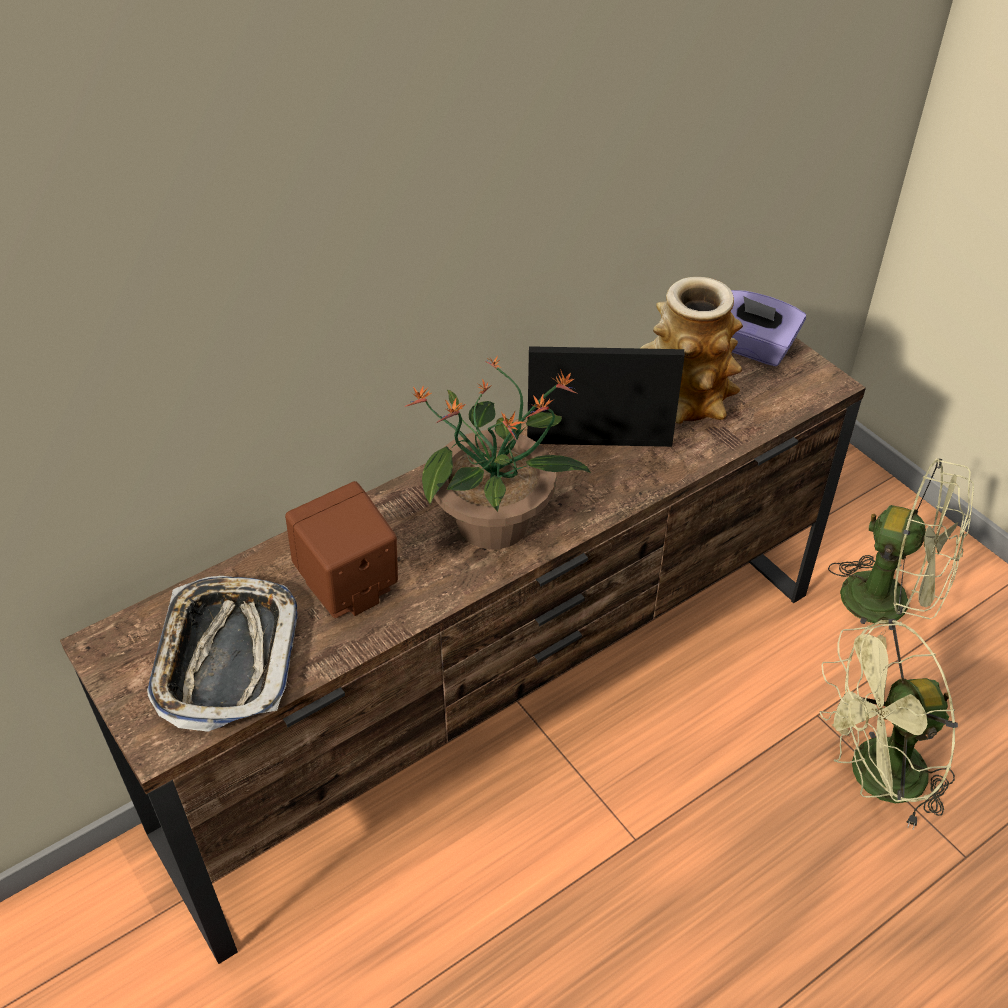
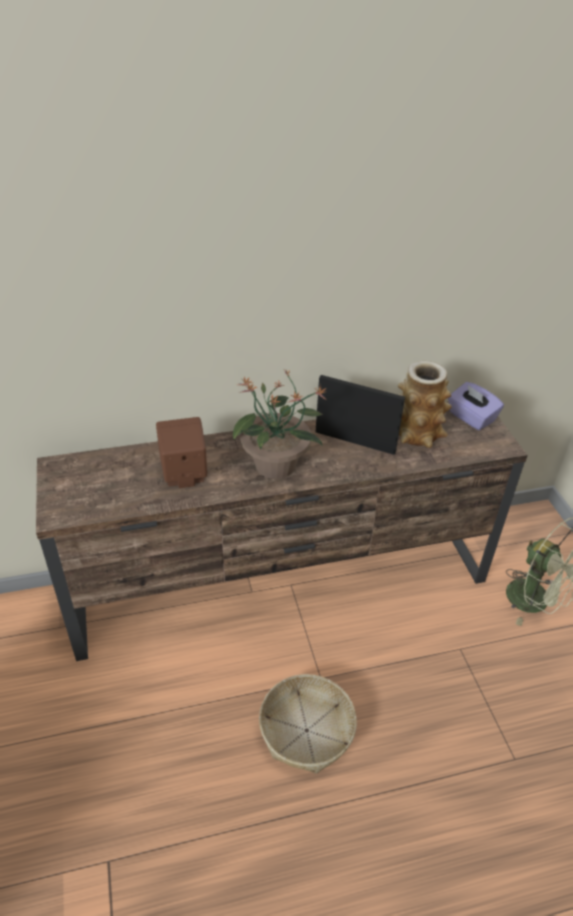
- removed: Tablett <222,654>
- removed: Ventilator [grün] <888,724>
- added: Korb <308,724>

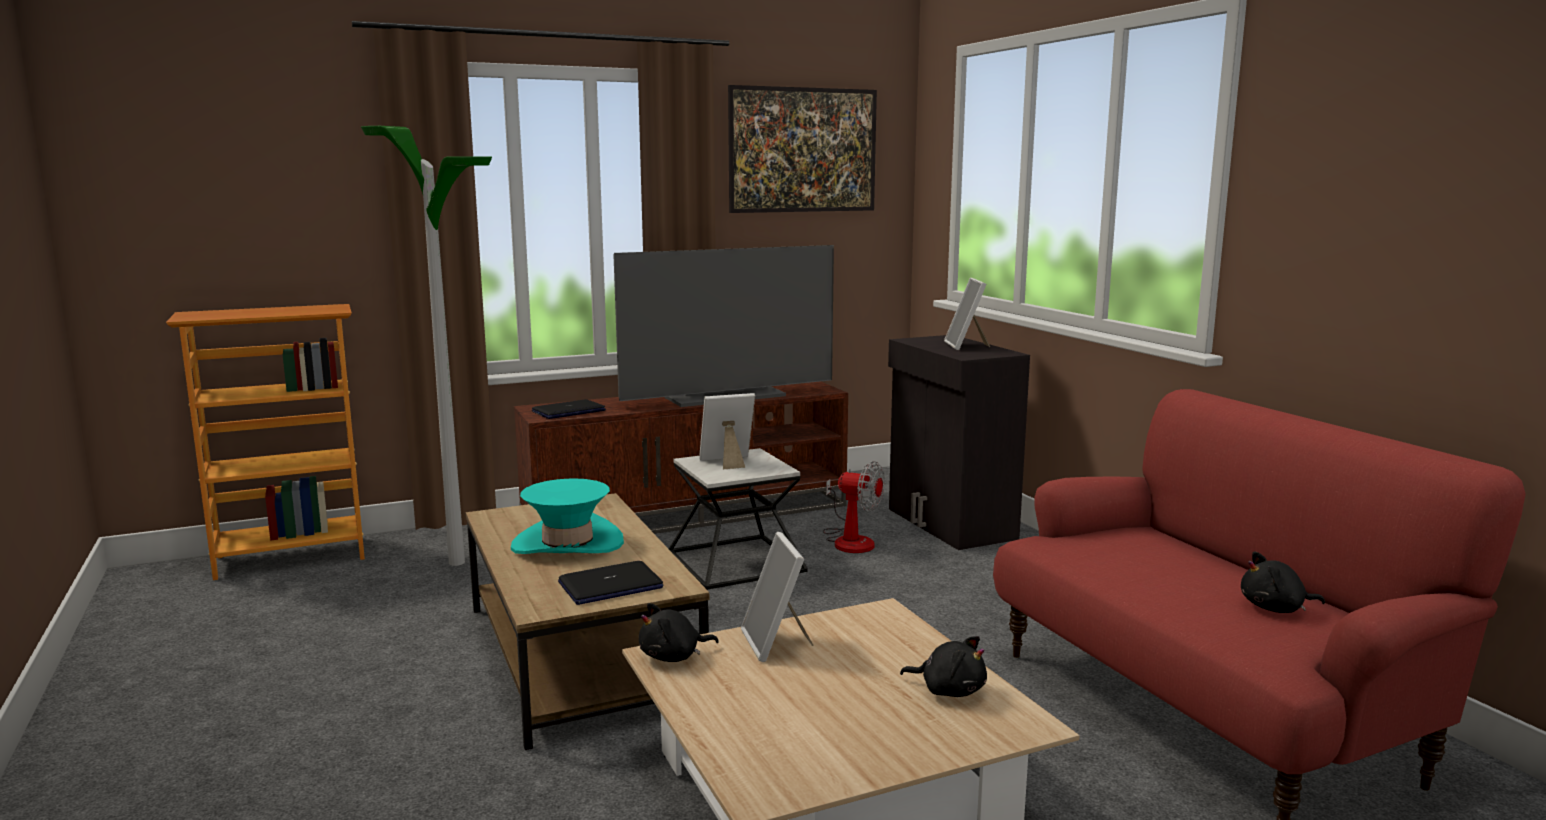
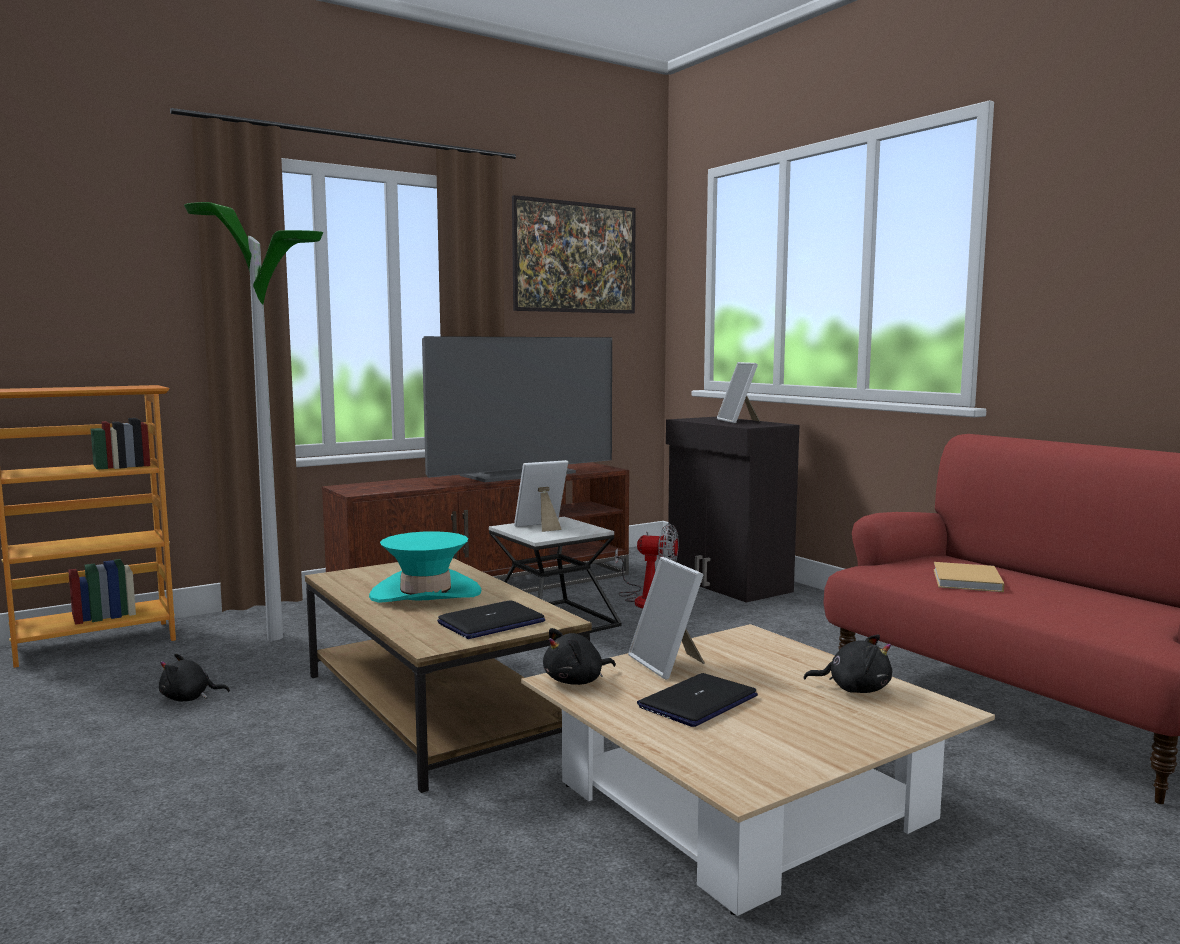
- moved: Laptop <569,409> to <697,700>
- moved: Plüschtier [schwarz] <1283,582> to <194,677>
- added: Buch [beige] <969,577>

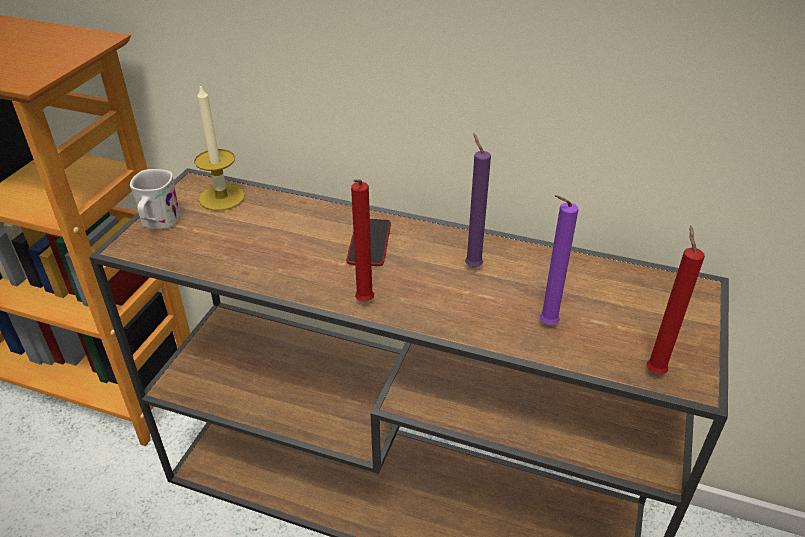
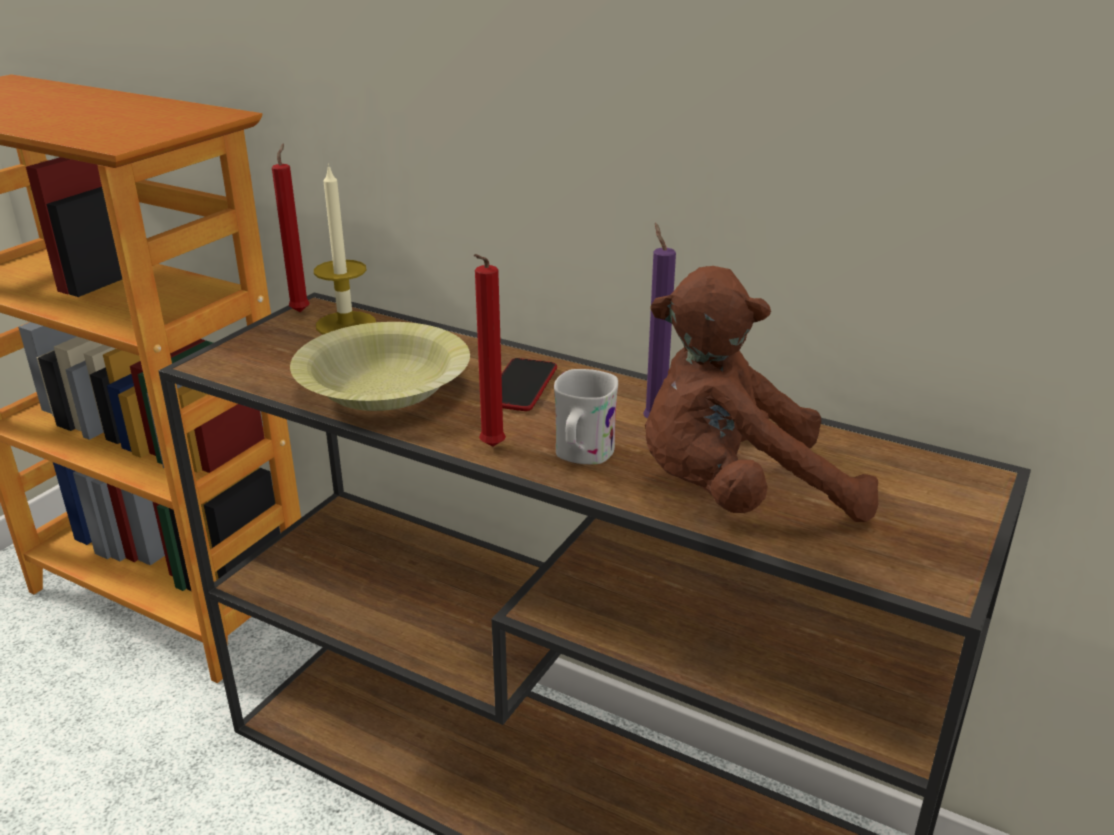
- moved: Henkelbecher [weiß] <155,199> to <586,416>
- replaced: Kerze [lila] <559,260> to Plüschtier [braun] <761,394>
- moved: Kerze [rot] <676,299> to <291,228>
- added: Schüssel [gelb] <380,366>

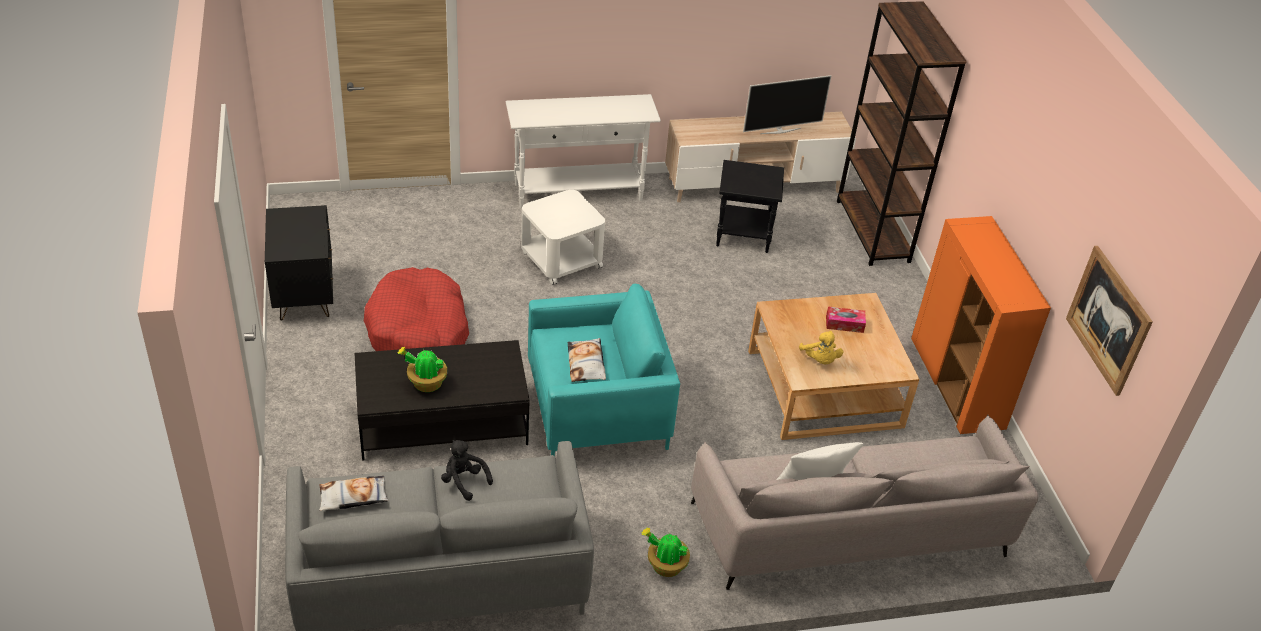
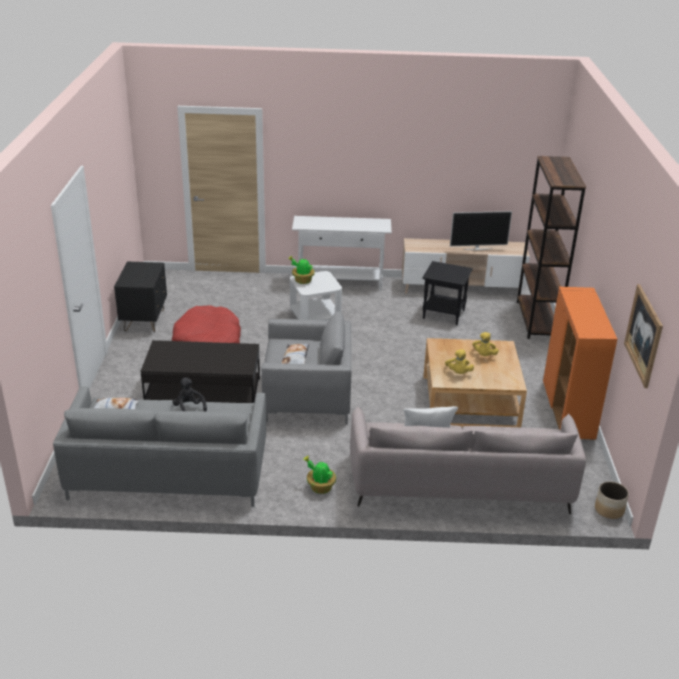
- recoloured: Sessel [türkis] <604,370> to Sessel [grau] <306,368>
- replaced: Taschentuchbox <846,320> to Plüschtier [gelb] <485,344>
- moved: Topfpflanze <422,369> to <301,270>
- added: Pflanzkübel <612,500>

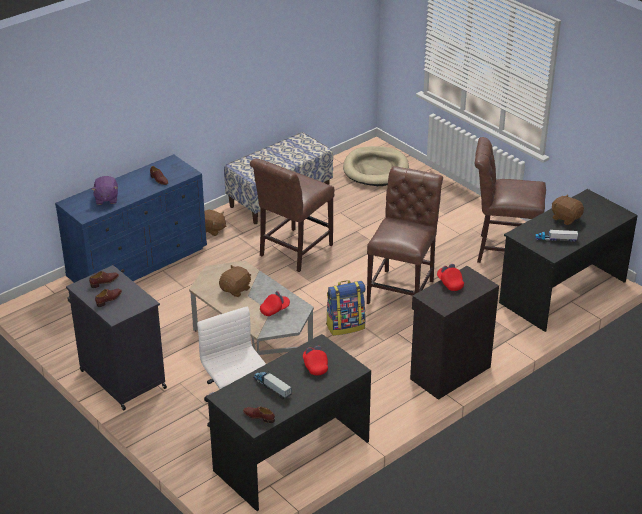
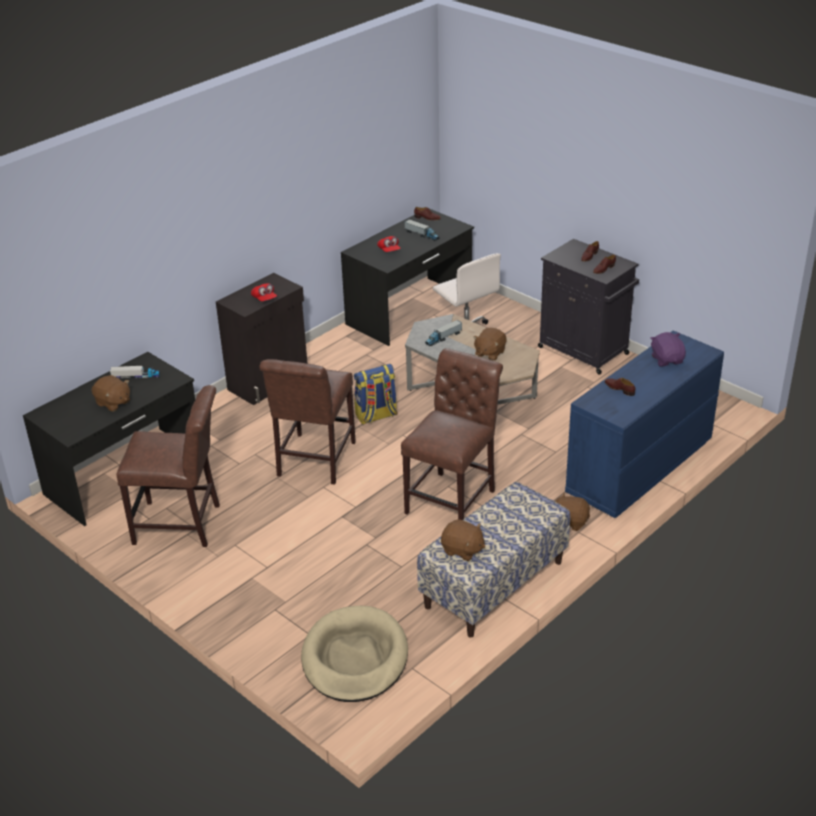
- replaced: Kappe [rot] <275,303> to Spielzeuglaster <443,333>
- added: Plüschtier [braun] <463,540>

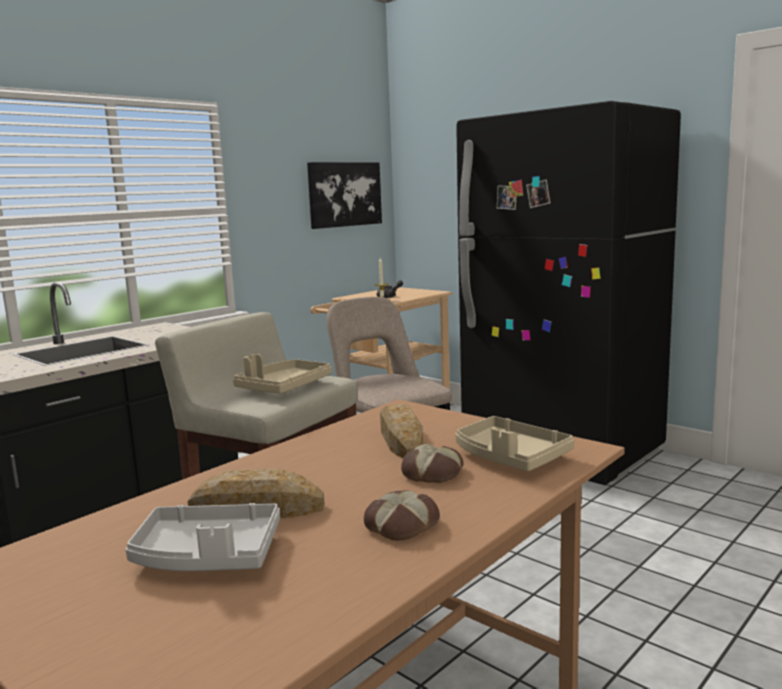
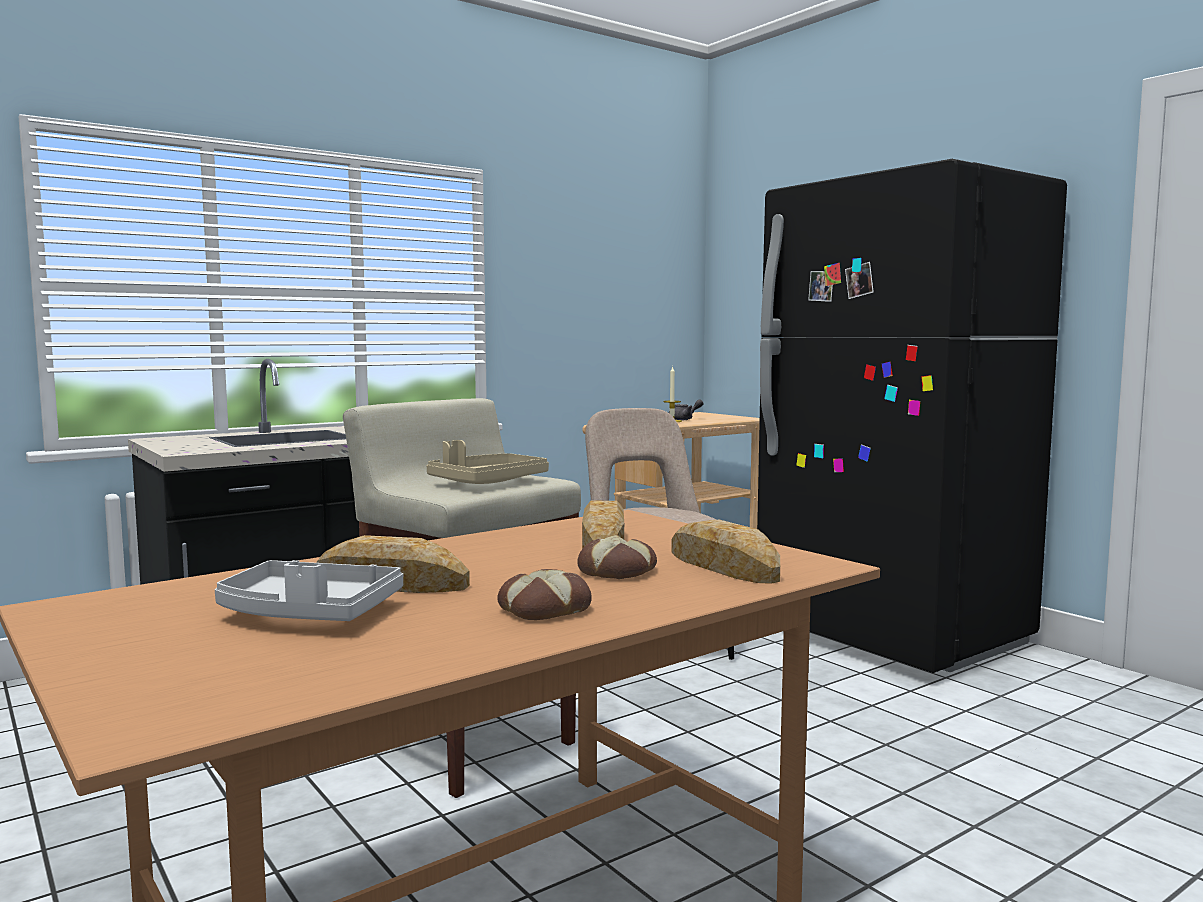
- removed: Bild <344,195>
- replaced: Tablett [beige] <515,443> to Brot <725,552>

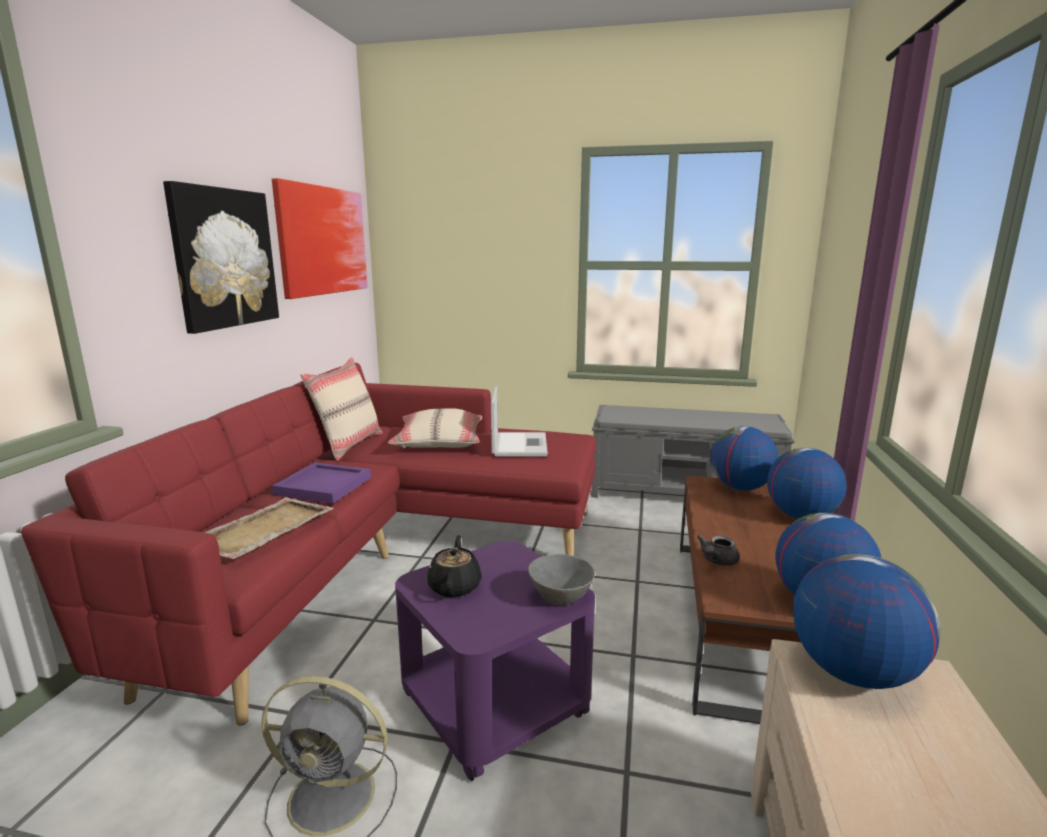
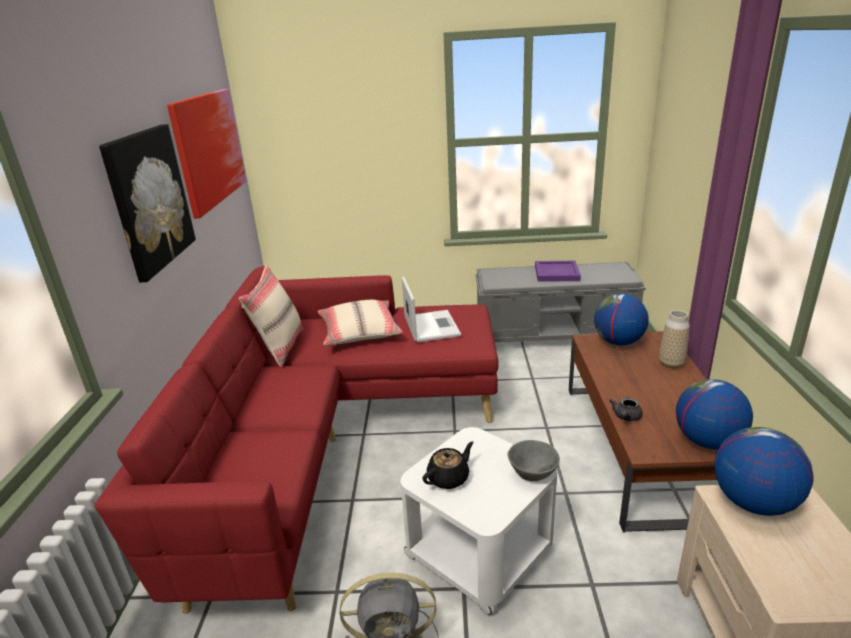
- replaced: Globus <807,483> to Vase <674,339>
- moved: Tablett [lila] <321,482> to <558,271>
- removed: Tablett [beige] <269,528>
- turned: Teekanne [schwarz] <454,566> = <448,465> 60 degrees clockwise
- recoloured: Beistelltisch [lila] <495,661> to Beistelltisch [weiß] <479,521>

